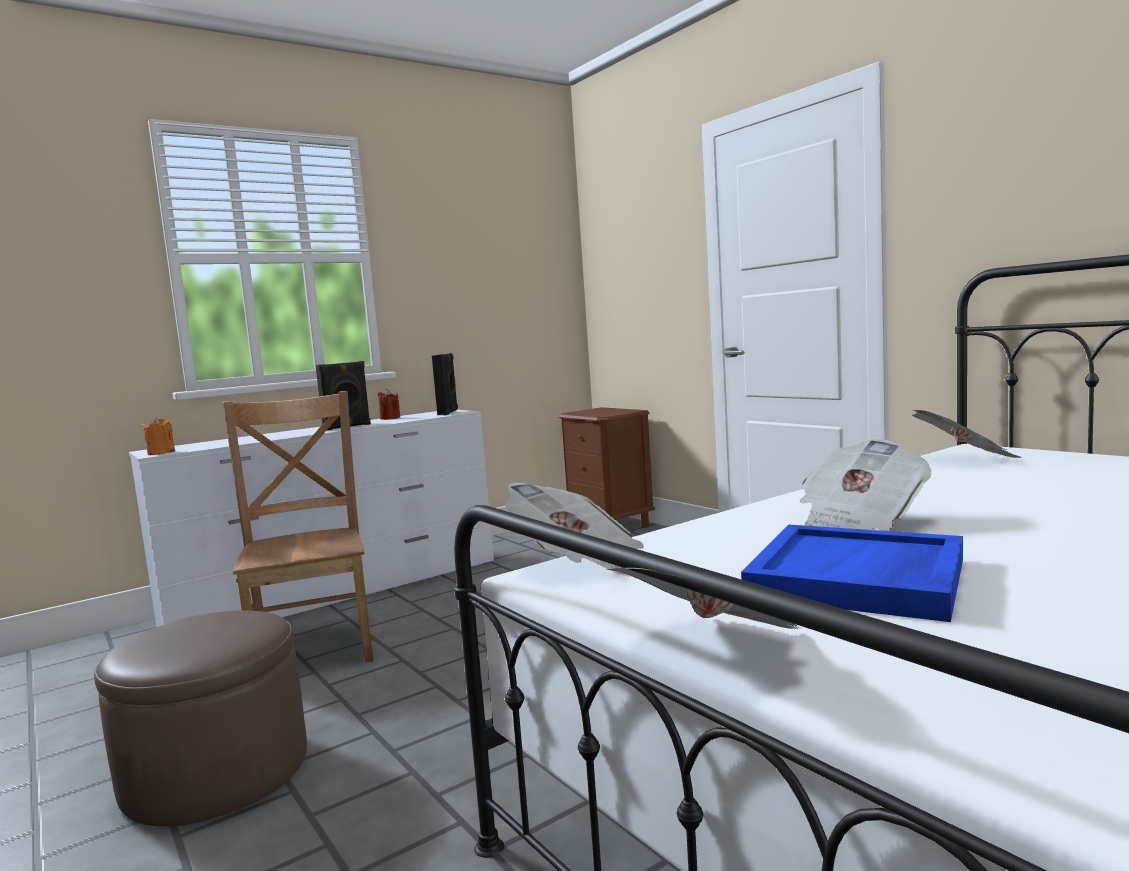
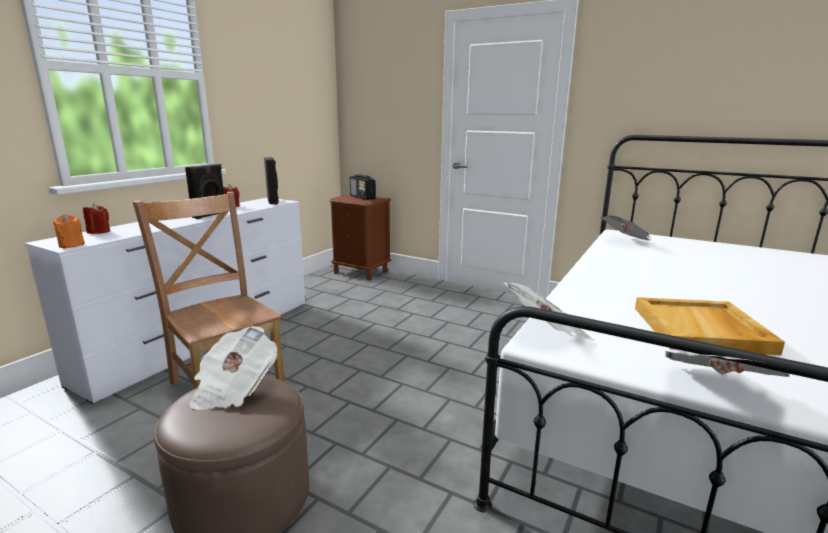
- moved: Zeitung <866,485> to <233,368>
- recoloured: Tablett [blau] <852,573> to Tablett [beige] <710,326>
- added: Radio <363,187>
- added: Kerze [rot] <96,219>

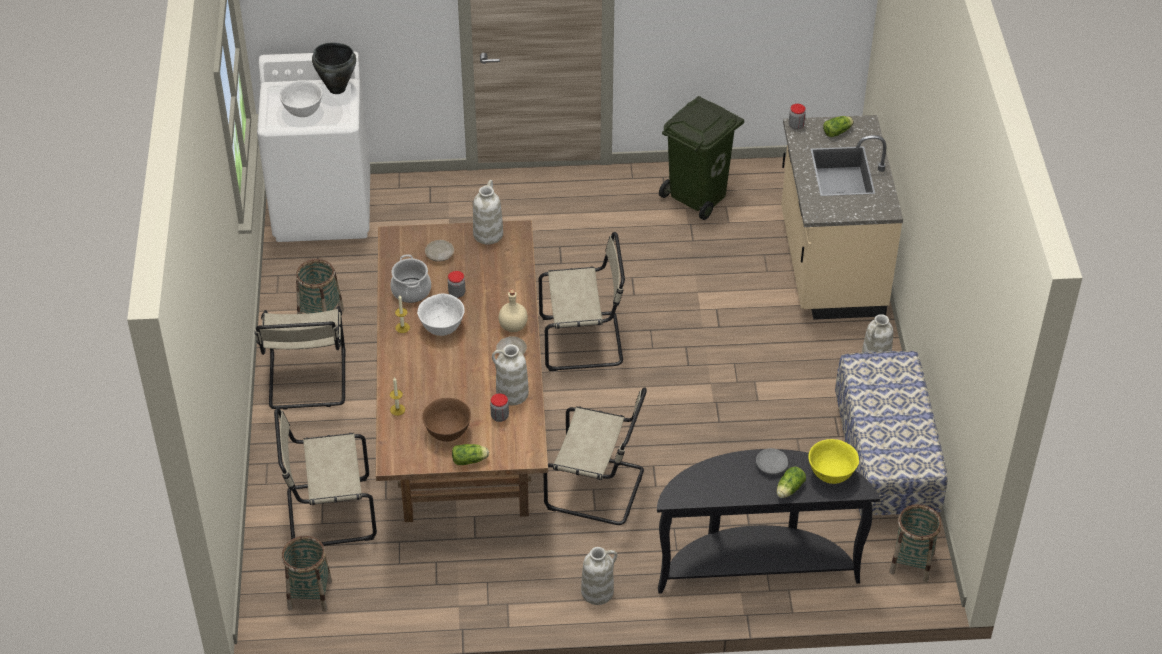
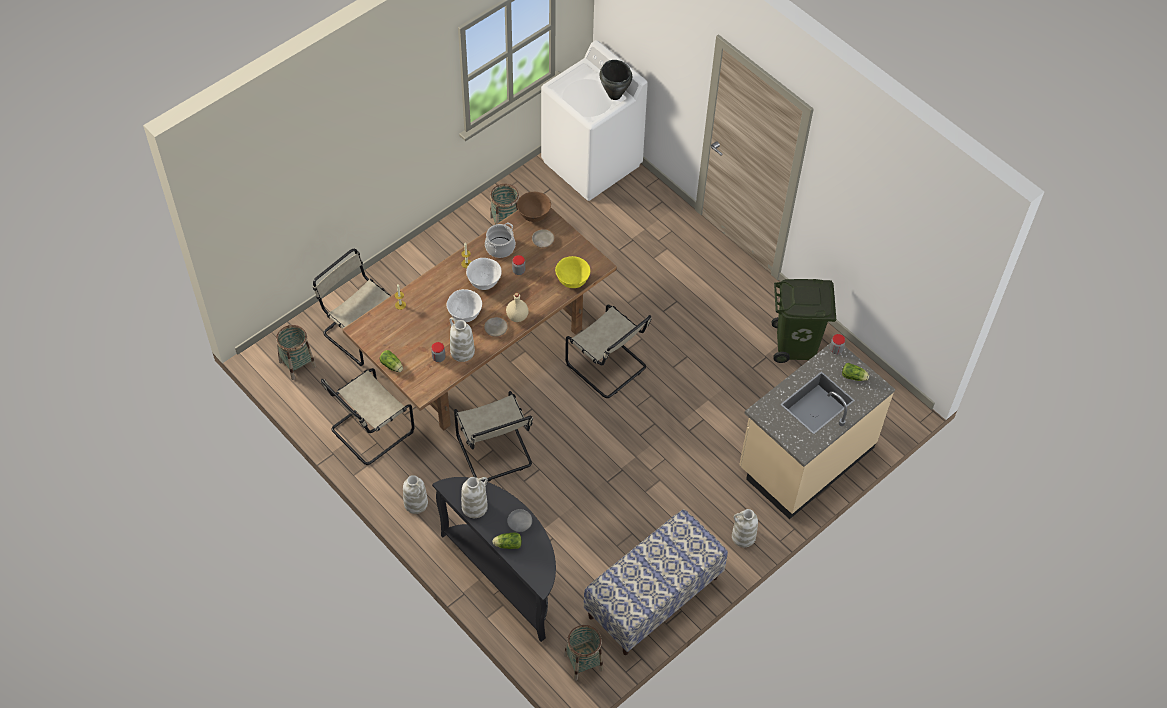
- moved: Schüssel [weiß] <300,98> to <464,305>
- moved: Vase [weiß] <488,212> to <474,497>
- moved: Stuhl [beige] <300,358> to <368,416>
- moved: Schüssel [braun] <446,420> to <534,207>
- moved: Schüssel [gelb] <833,461> to <572,272>

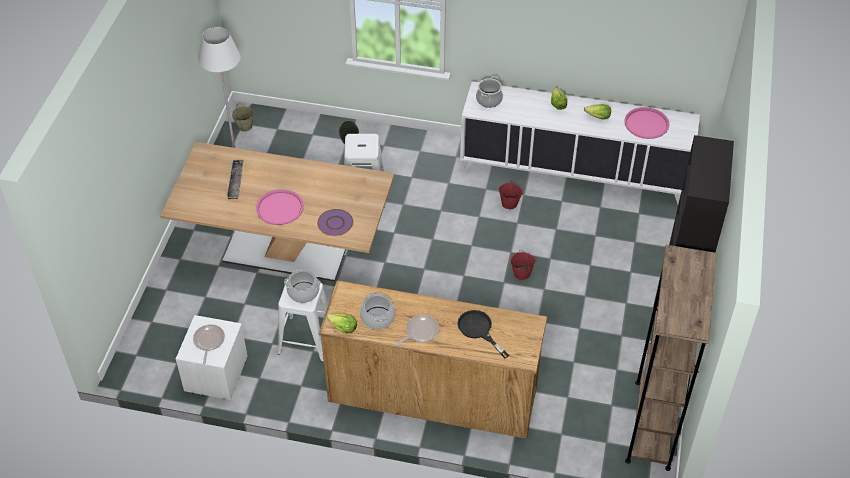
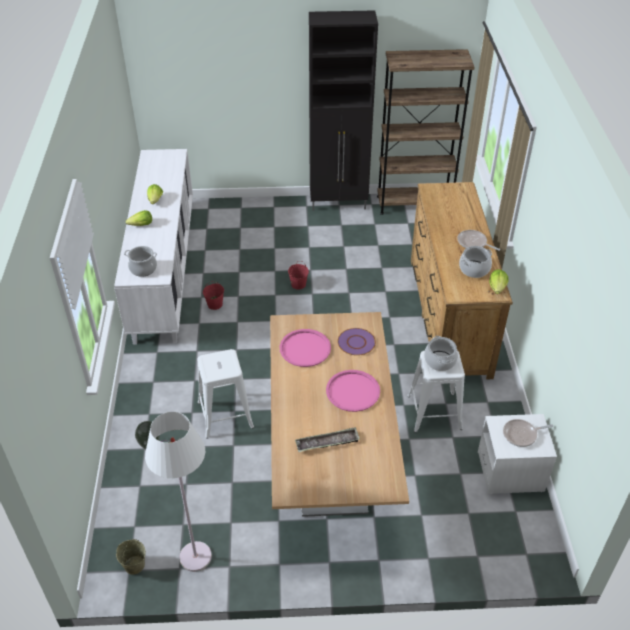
- moved: Tablett [rosa] <646,123> to <305,348>
- removed: Pfanne [schwarz] <483,334>

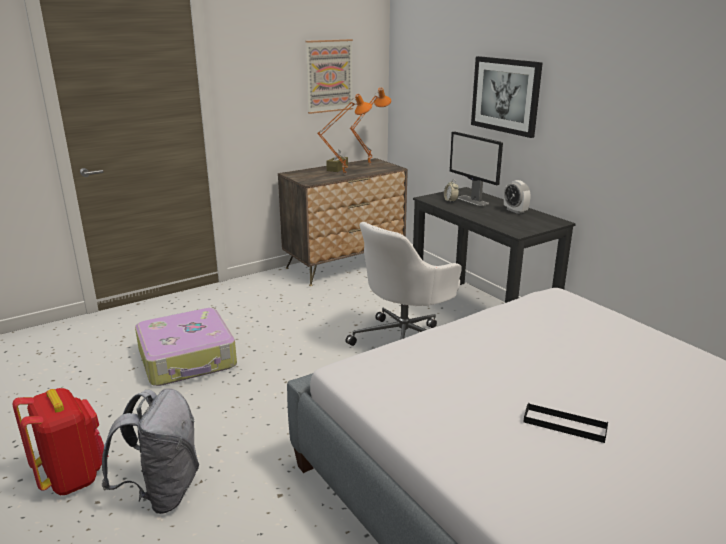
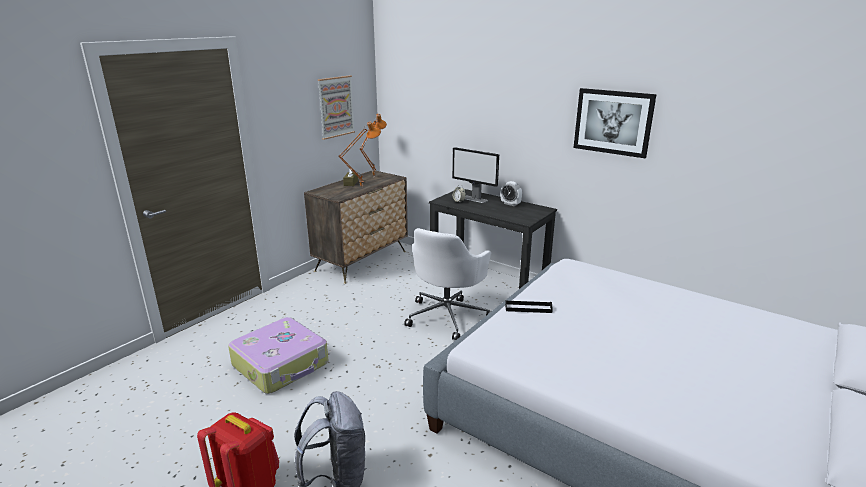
- moved: Bild <507,97> to <614,123>
- moved: Tablett [schwarz] <565,423> to <529,307>

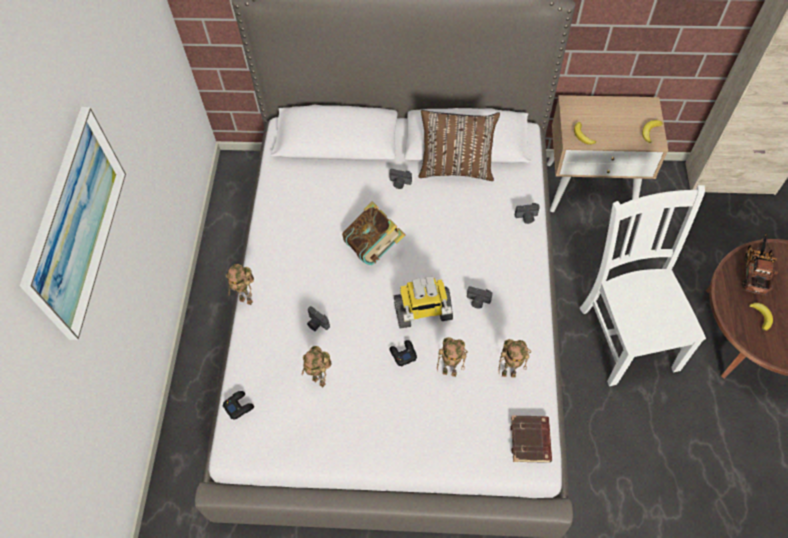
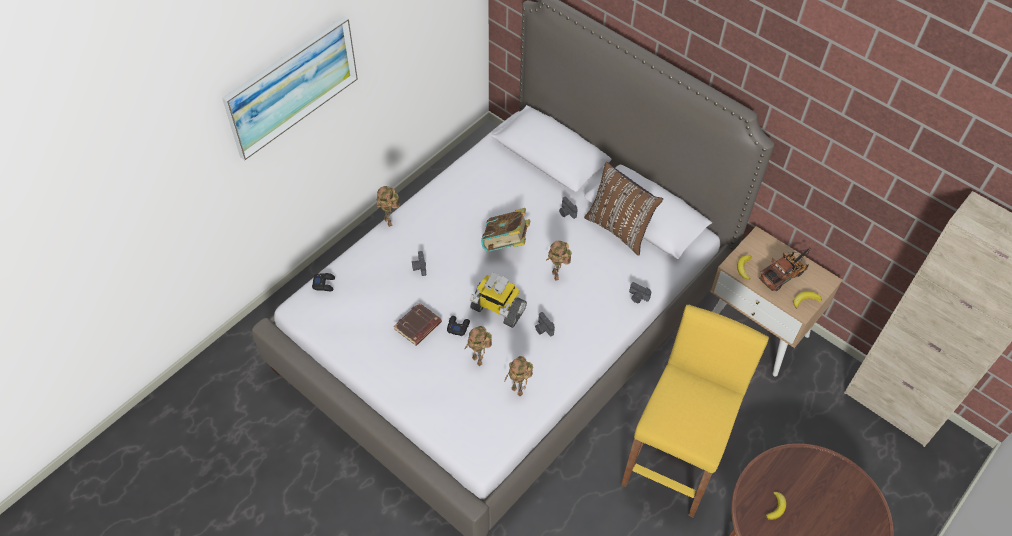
- replaced: Stuhl [weiß] <643,285> to Hocker [gelb] <695,411>
- moved: Spielzeuglaster <760,264> to <785,269>
- moved: Spielzeugroboter <316,366> to <559,260>
- moved: Buch [braun] <531,439> to <418,324>

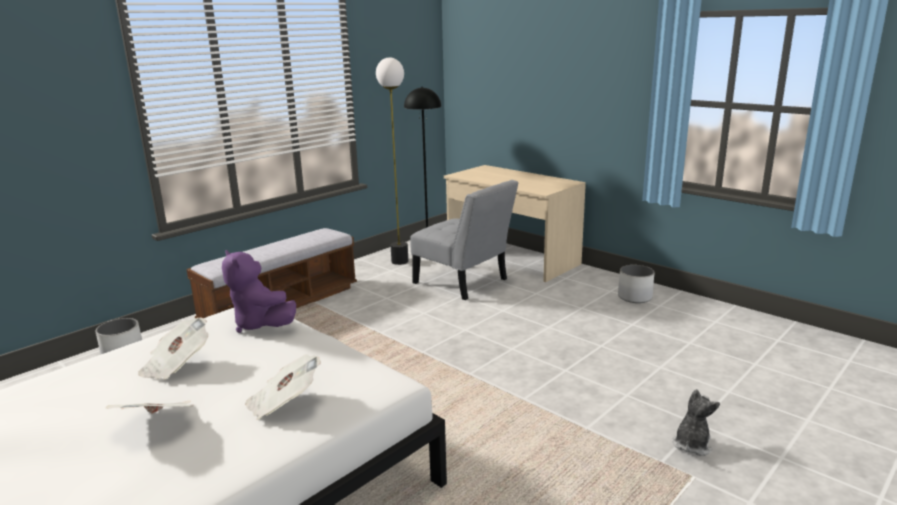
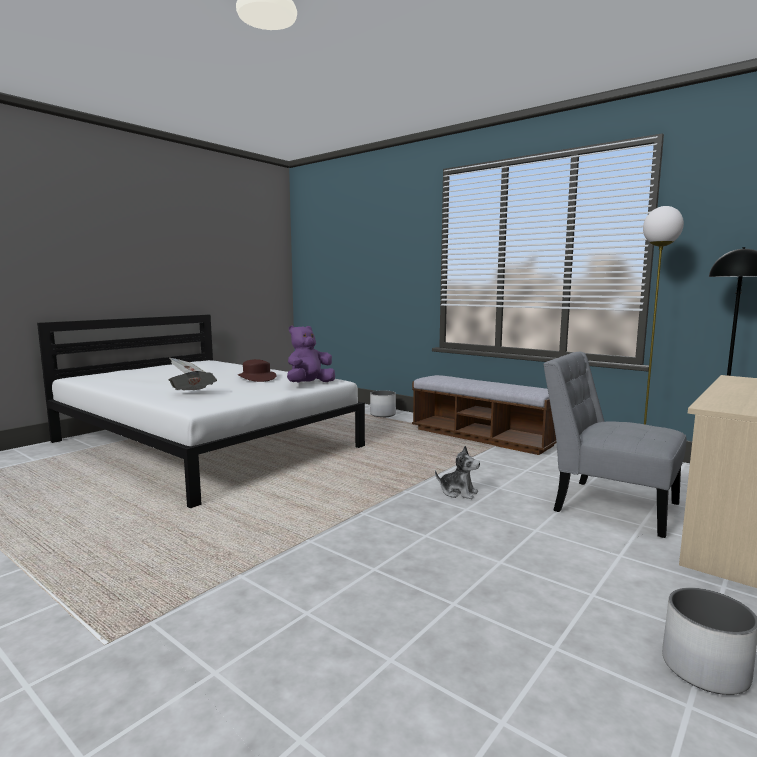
- turned: Stuhl [grau] <464,240> = <614,445> 90 degrees clockwise
- replaced: Zeitung <173,348> to Hut [braun] <257,370>
- moved: Plüschtier <696,422> to <457,472>

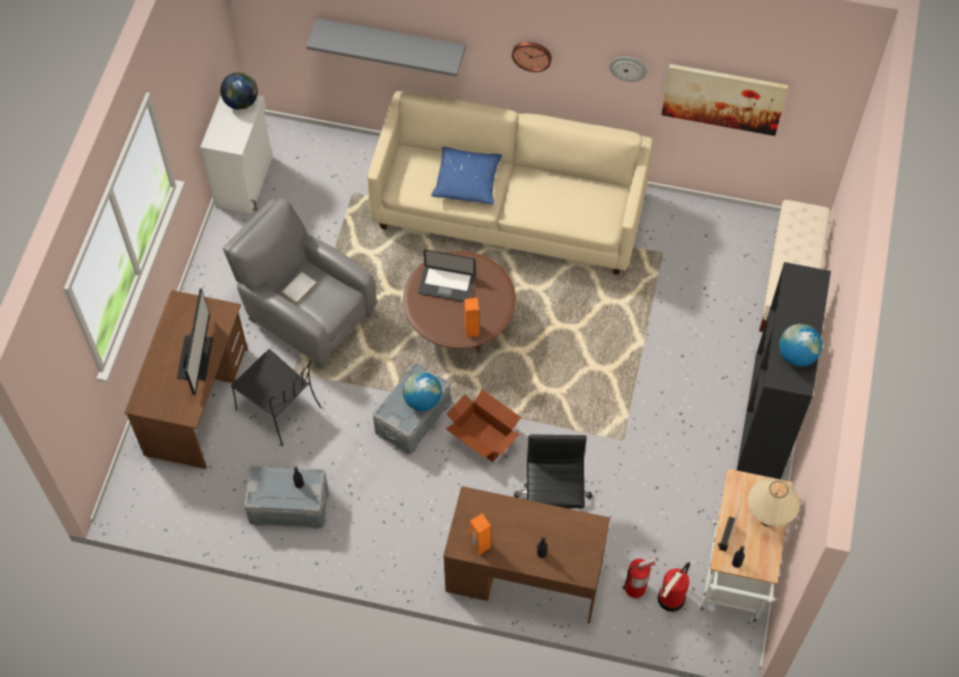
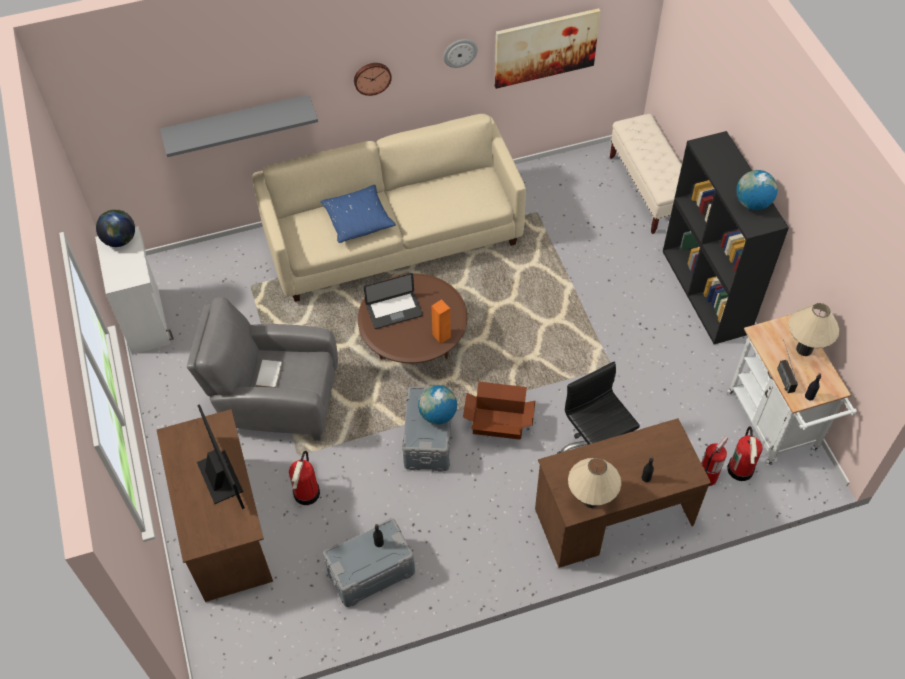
- replaced: Stuhl [schwarz] <276,397> to Feuerlöscher <304,478>
- replaced: Lautsprecher [orange] <480,534> to Tischlampe [beige] <594,483>

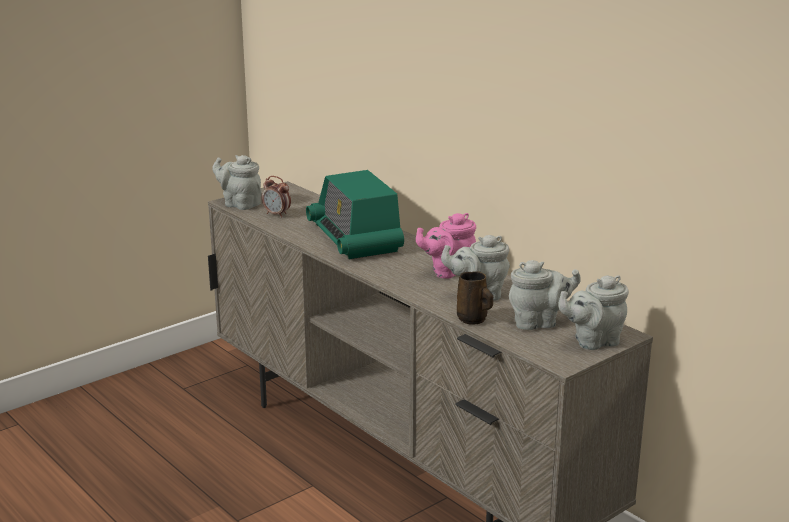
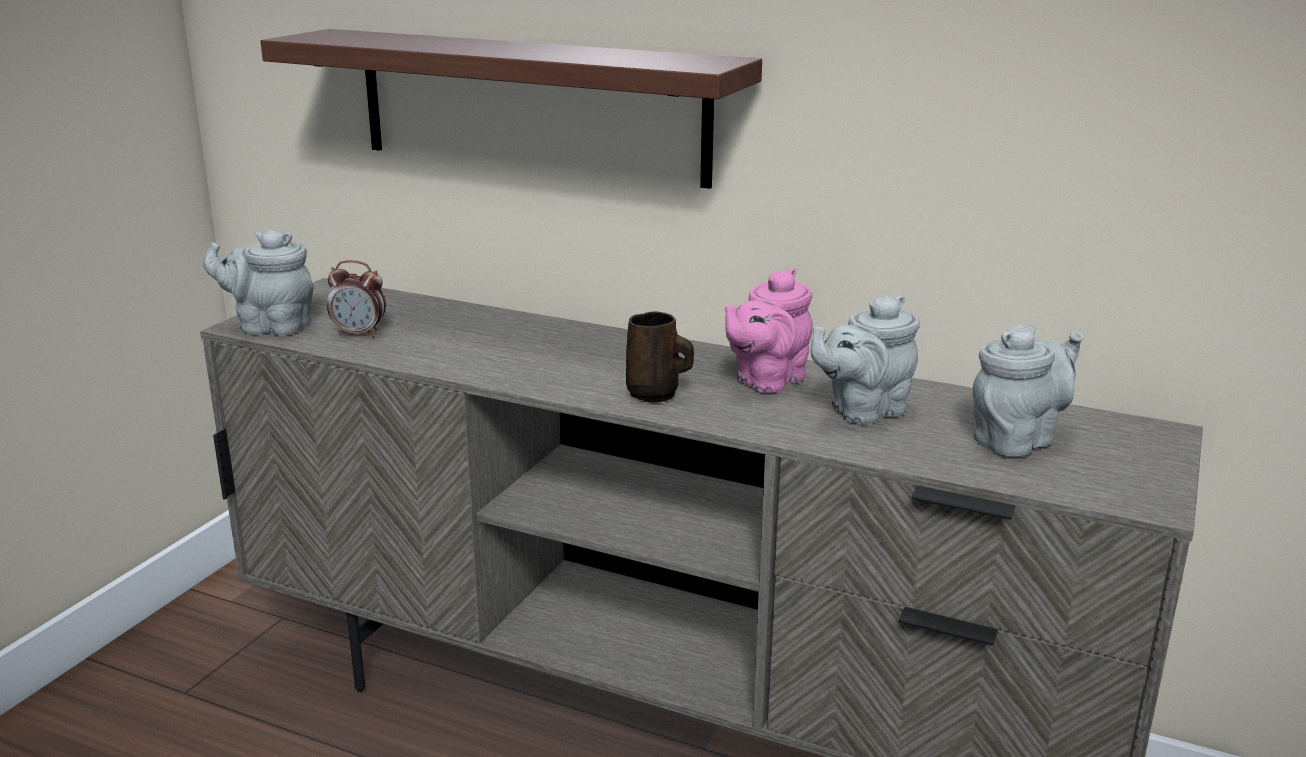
- removed: Radio <355,214>
- moved: Henkelbecher [braun] <475,298> to <660,357>
- removed: Teekanne [grau] <593,312>
- added: Wandregal <511,109>

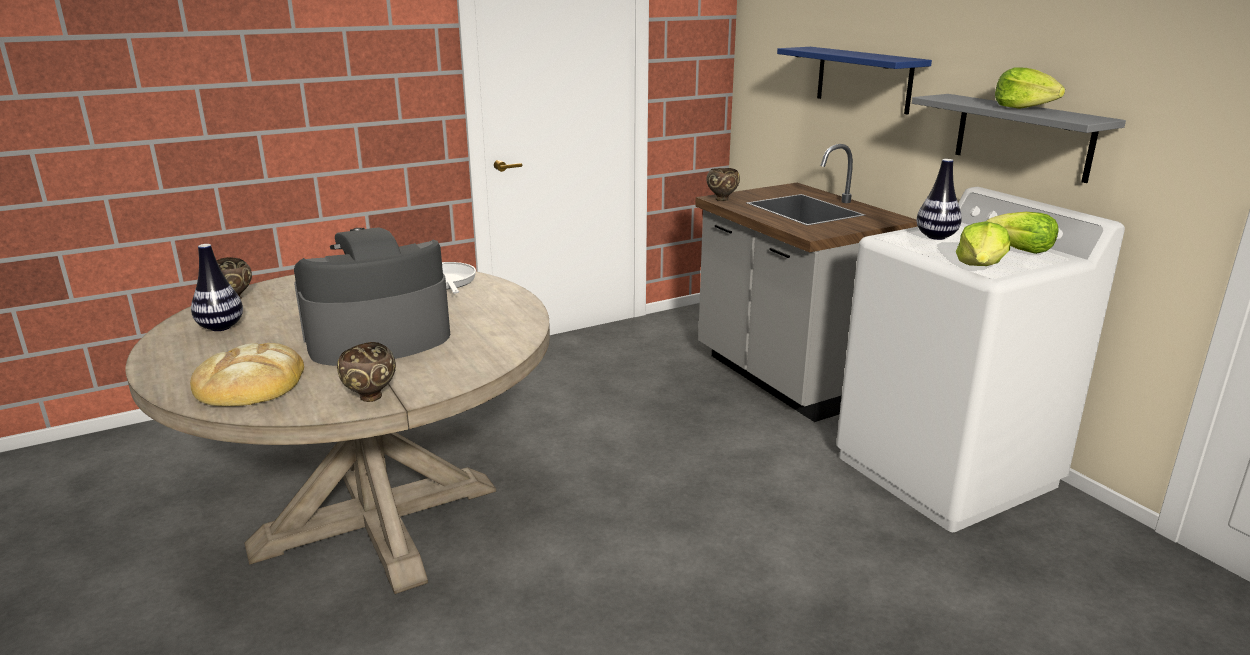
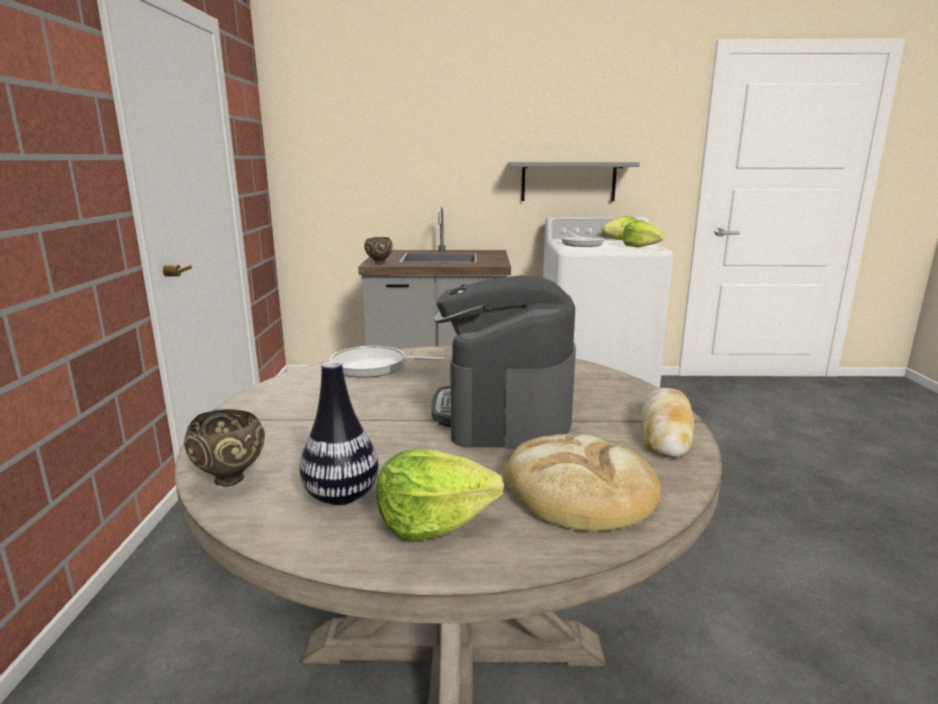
- removed: Wandregal [blau] <854,81>
- moved: Salatkopf <1030,88> to <440,495>
- replaced: Vase <939,199> to Pfanne <582,239>
- replaced: Schüssel [braun] <366,372> to Brot <668,423>

